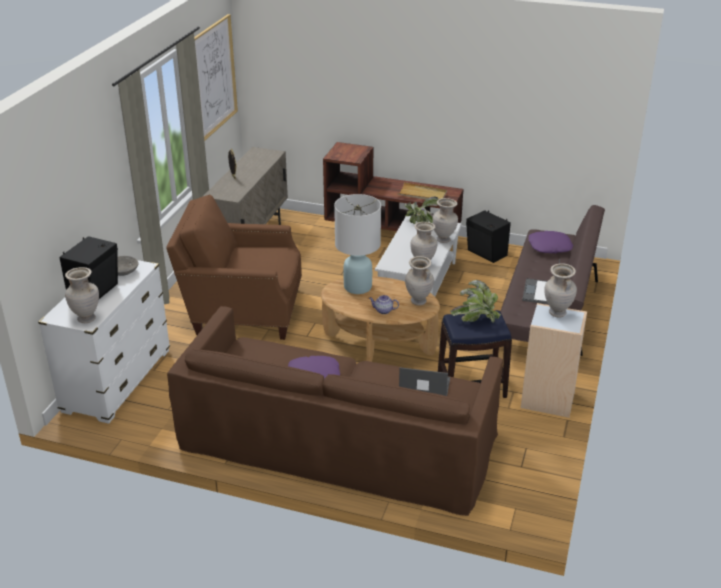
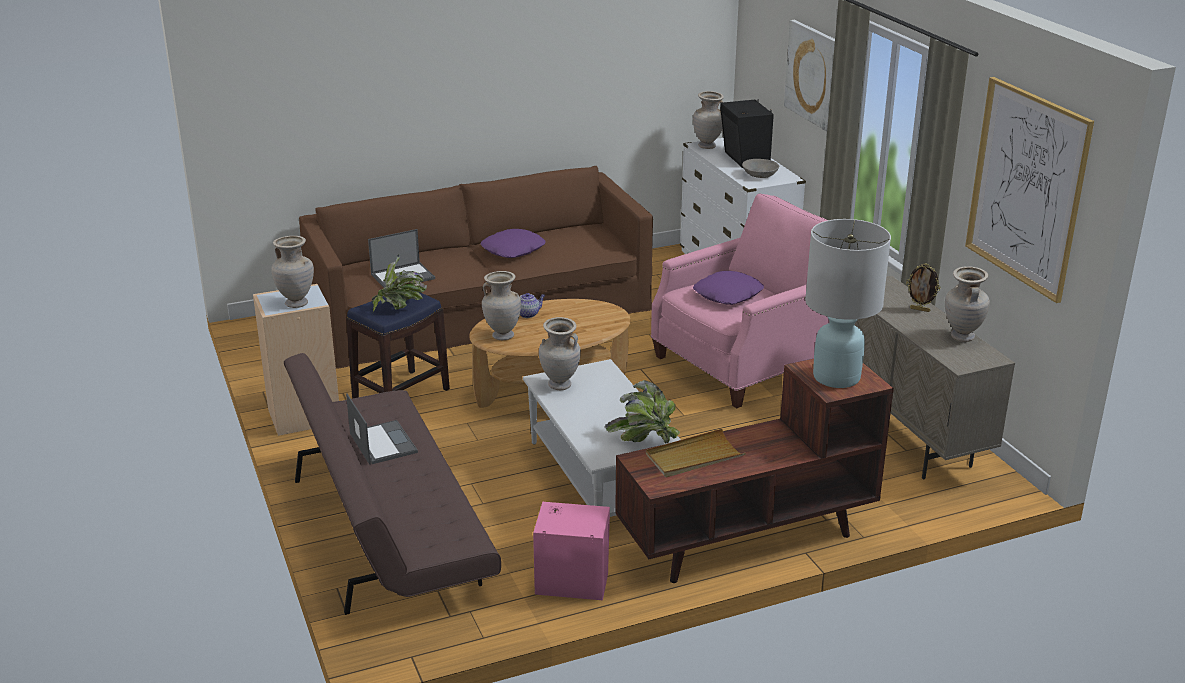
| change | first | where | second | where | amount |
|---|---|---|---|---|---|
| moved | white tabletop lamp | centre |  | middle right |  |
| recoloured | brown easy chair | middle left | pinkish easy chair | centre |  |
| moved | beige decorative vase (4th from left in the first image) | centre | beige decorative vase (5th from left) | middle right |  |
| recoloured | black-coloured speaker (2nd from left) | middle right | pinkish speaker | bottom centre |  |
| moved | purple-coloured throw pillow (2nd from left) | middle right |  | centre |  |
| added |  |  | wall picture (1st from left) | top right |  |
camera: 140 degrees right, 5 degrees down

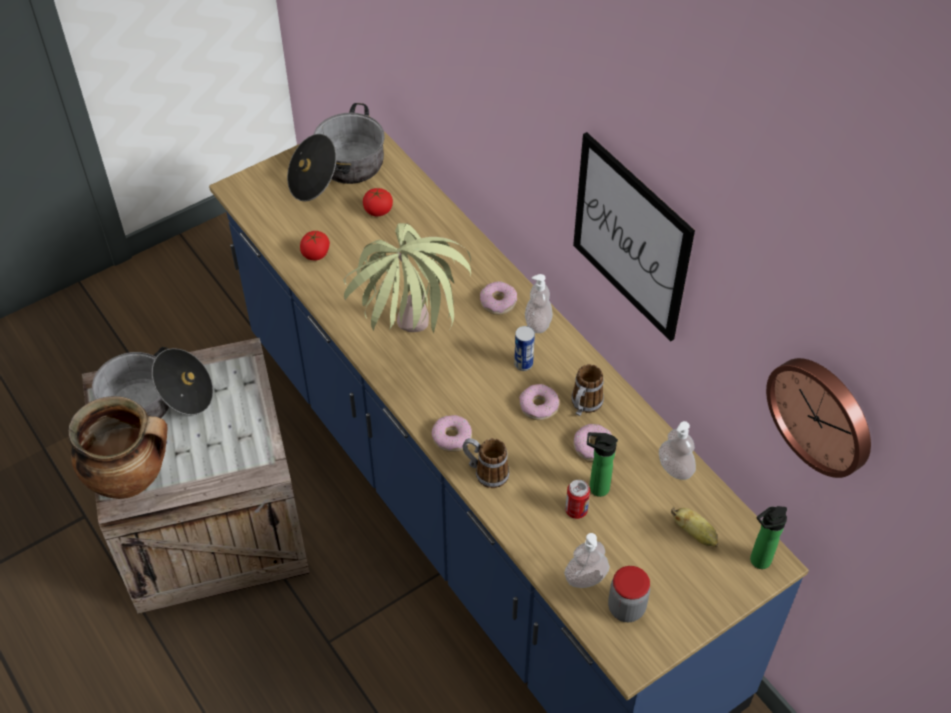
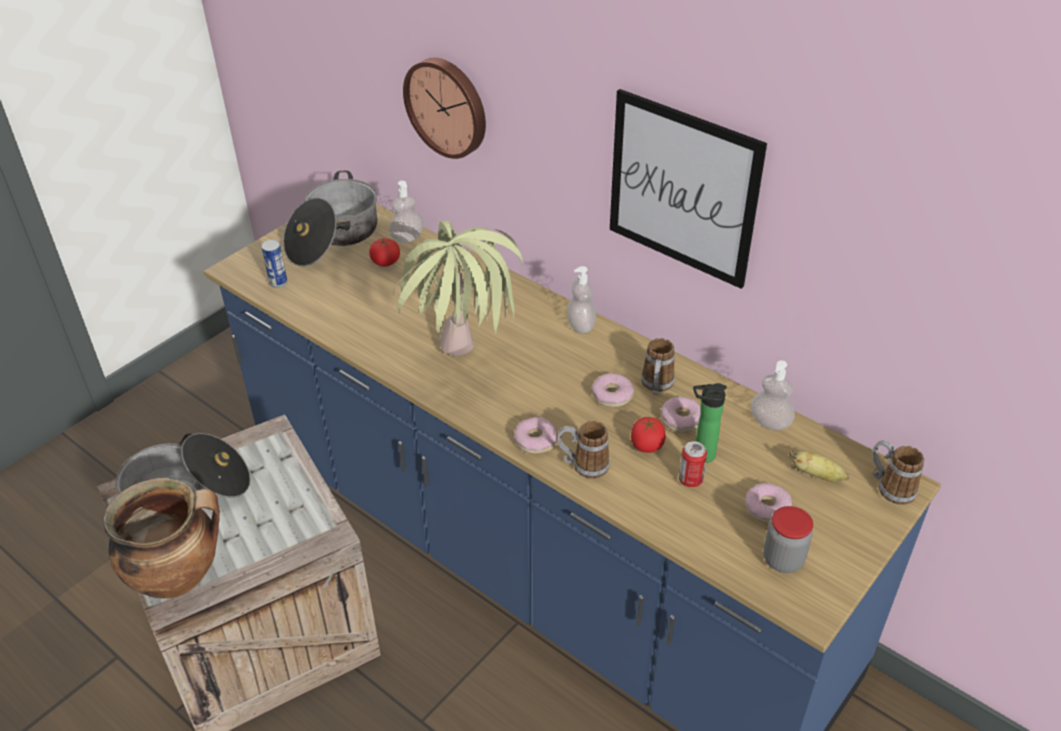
| change | first | where | second | where | amount |
|---|---|---|---|---|---|
| moved | tomato (1st from left in the first image) | middle left | tomato (2nd from left) | centre |  |
| moved | doughnut (2nd from left in the first image) | centre | doughnut (4th from left) | bottom right |  |
| moved | sealed can (1st from left) | centre |  | middle left |  |
| moved | clock on the wall | middle right |  | top centre |  |
| replaced | bottle (2nd from left) | bottom right | coffee mug (3rd from left) | middle right |  |
| moved | soap bottle (2nd from left in the first image) | bottom centre | soap bottle (1st from left) | top centre |  |
camera: 15 degrees left, 10 degrees down

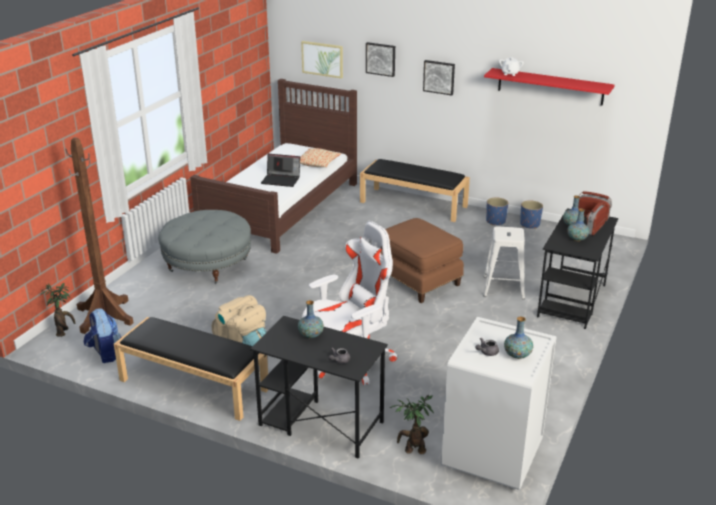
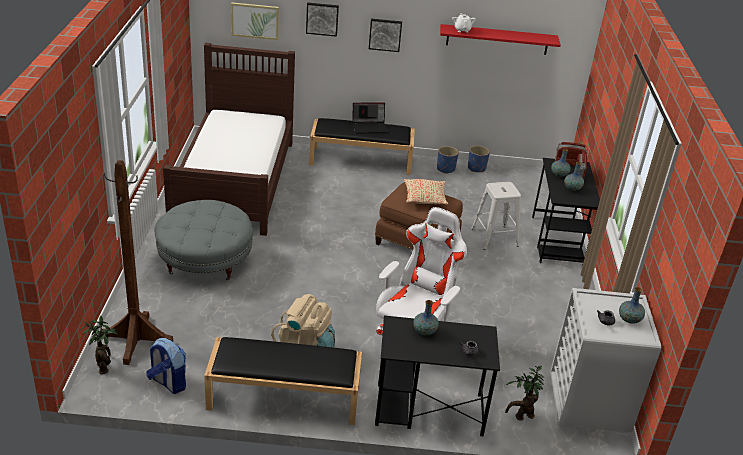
| change | first | where | second | where | amount |
|---|---|---|---|---|---|
| moved | beige throw pillow | top centre |  | centre |  |
| moved | notebook computer | centre |  | top centre |  |
camera: 25 degrees left, 5 degrees up

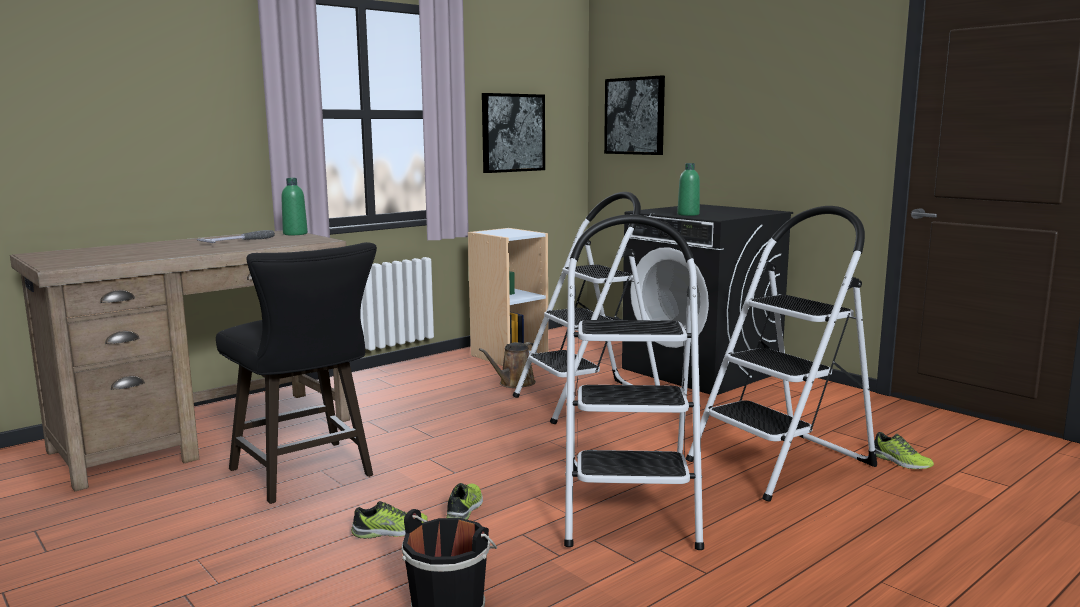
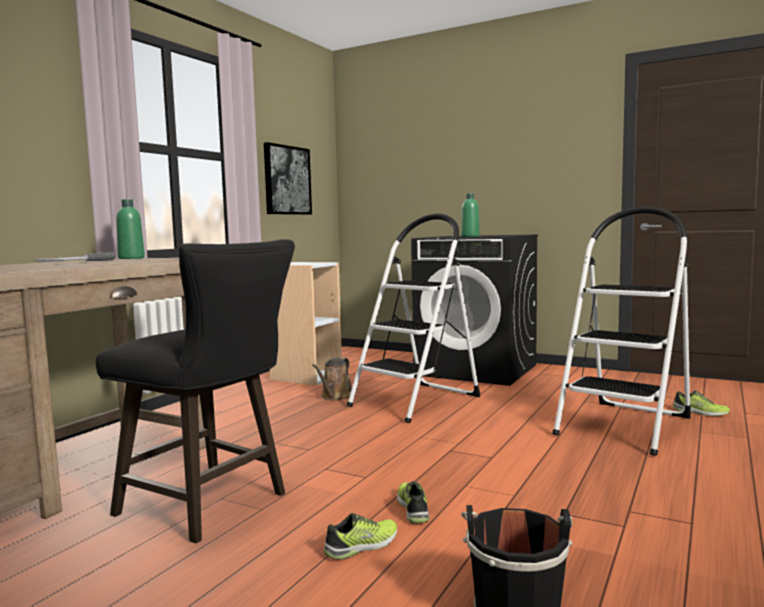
| change | first | where | second | where | amount |
|---|---|---|---|---|---|
| removed | wall picture (2nd from left) | top centre |  |  |  |
| removed | stepladder (2nd from left) | centre |  |  |  |
camera: 20 degrees left, 5 degrees down

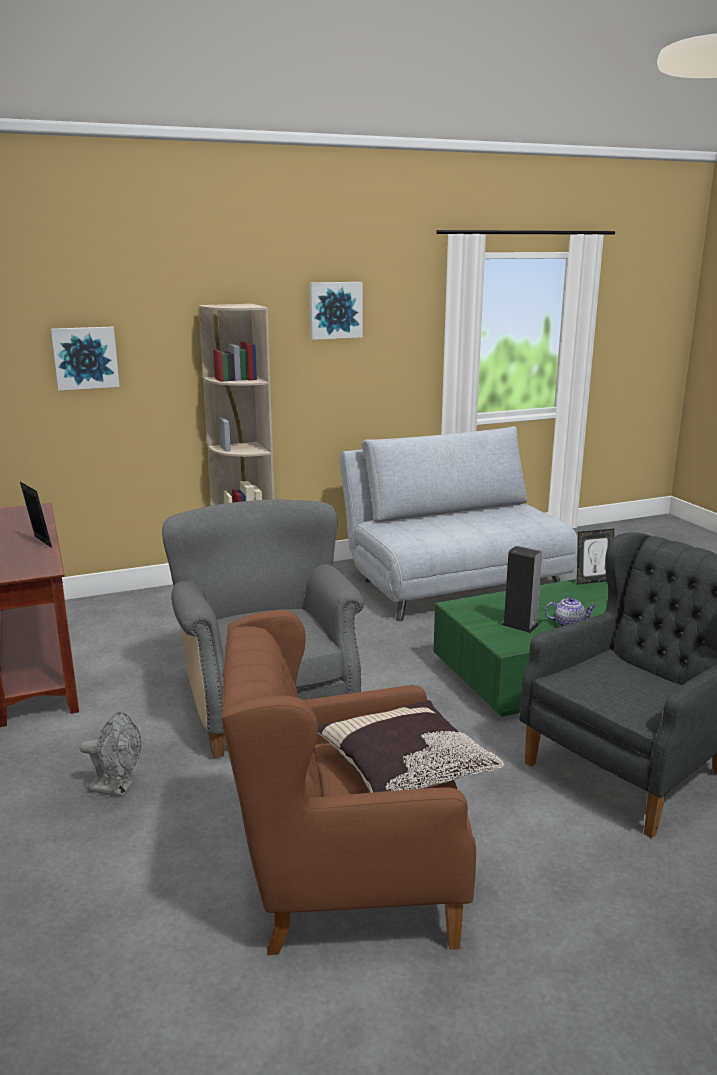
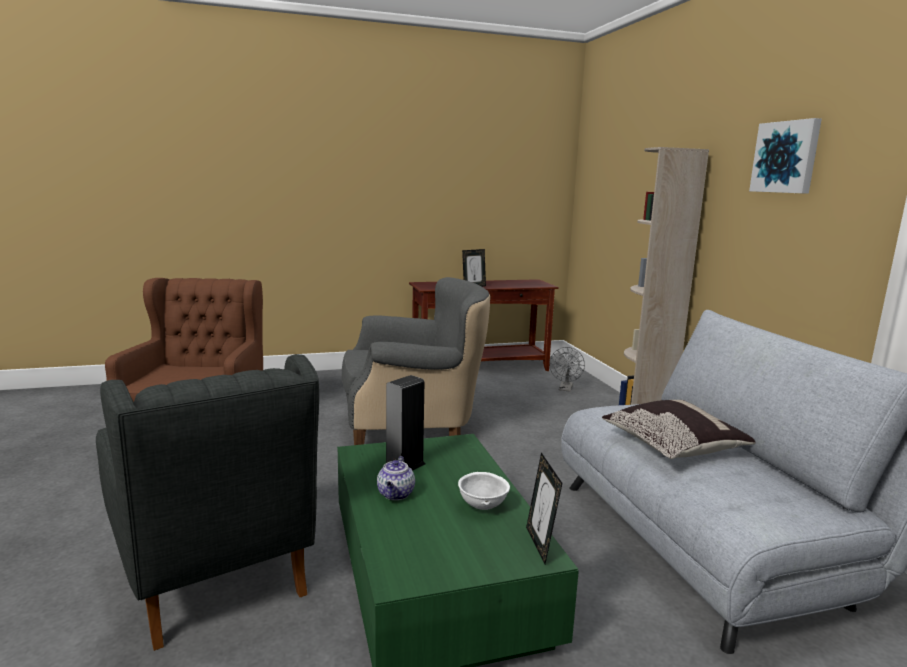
| change | first | where | second | where | amount |
|---|---|---|---|---|---|
| removed | wall picture (1st from left) | middle left |  |  |  |
| moved | throw pillow | bottom centre |  | middle right |  |
| moved | greyish electric fan | bottom left |  | centre |  |
| added |  |  | white bowl | bottom centre |  |
camera: 95 degrees right, 5 degrees down

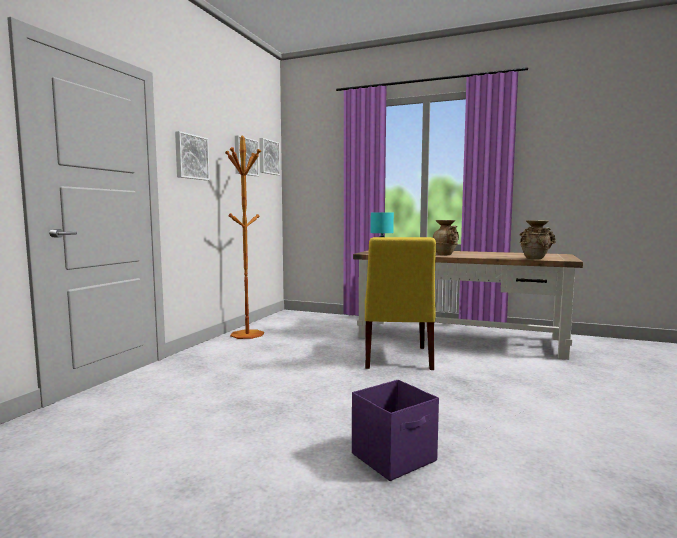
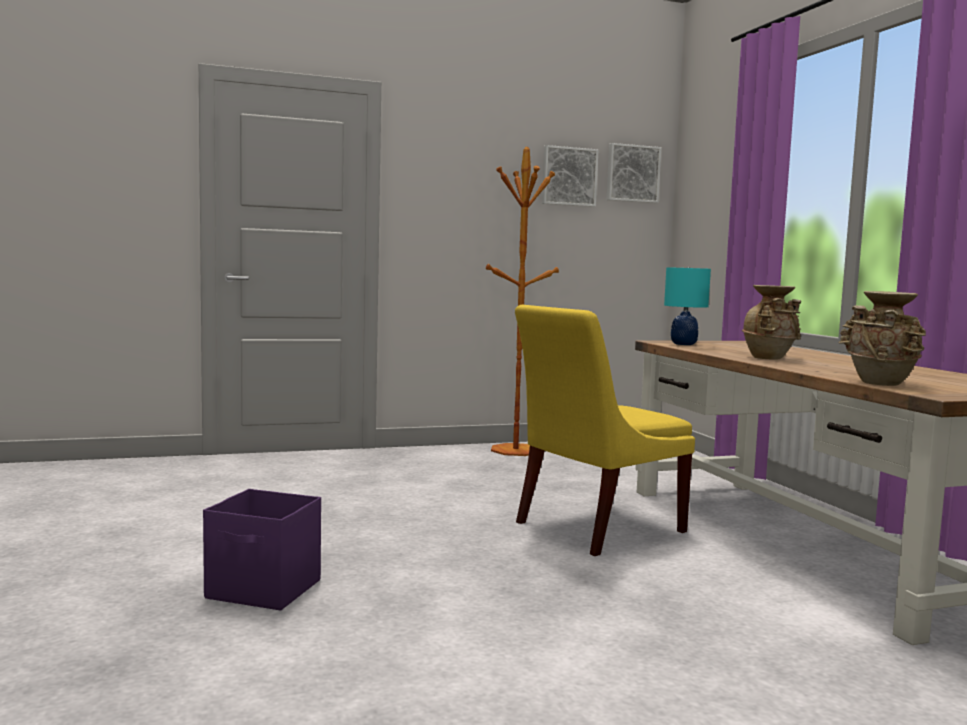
| change | first | where | second | where | amount |
|---|---|---|---|---|---|
| removed | wall picture (1st from left) | top left |  |  |  |
camera: 50 degrees right, 0 degrees up

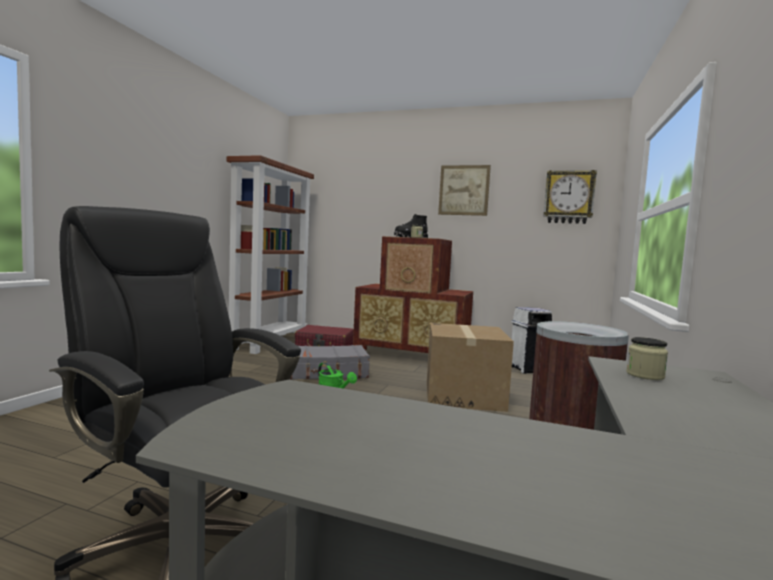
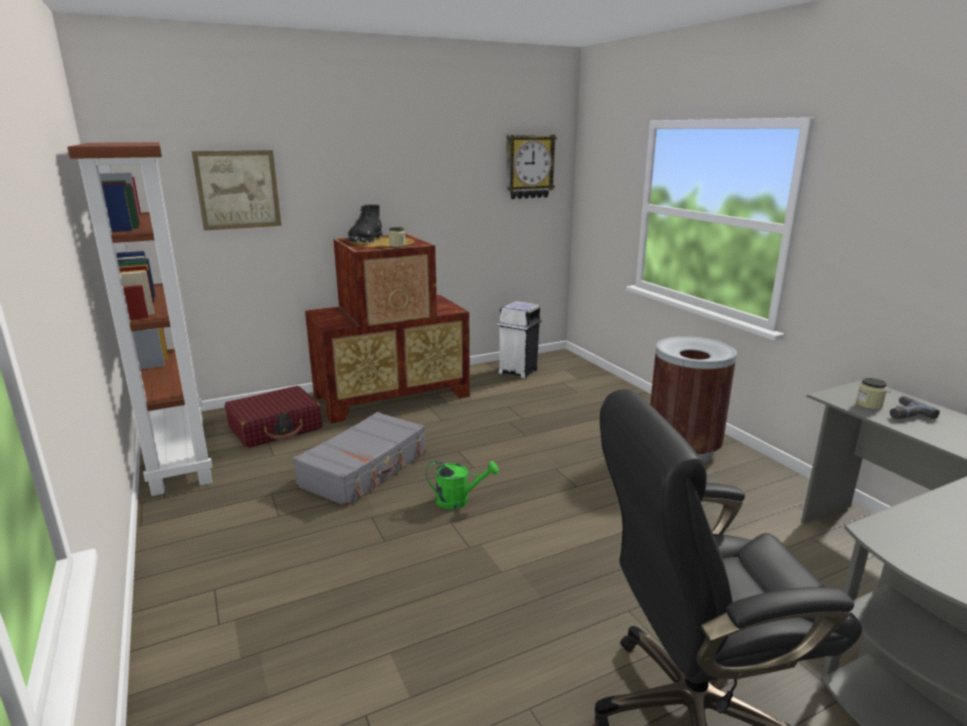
| change | first | where | second | where | amount |
|---|---|---|---|---|---|
| moved | wall picture | top centre |  | top left |  |
| removed | cardboard box | centre |  |  |  |
| added |  |  | drill | middle right |  |
camera: 45 degrees left, 15 degrees up

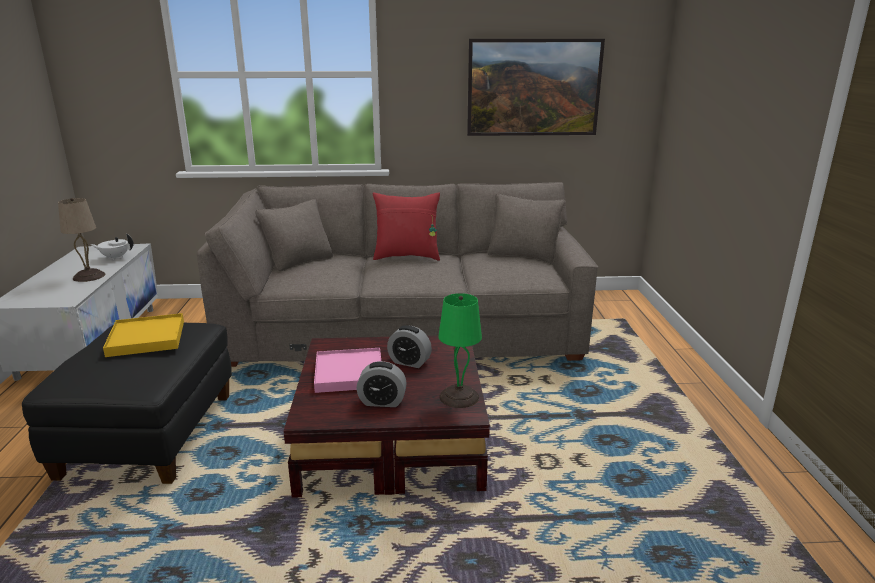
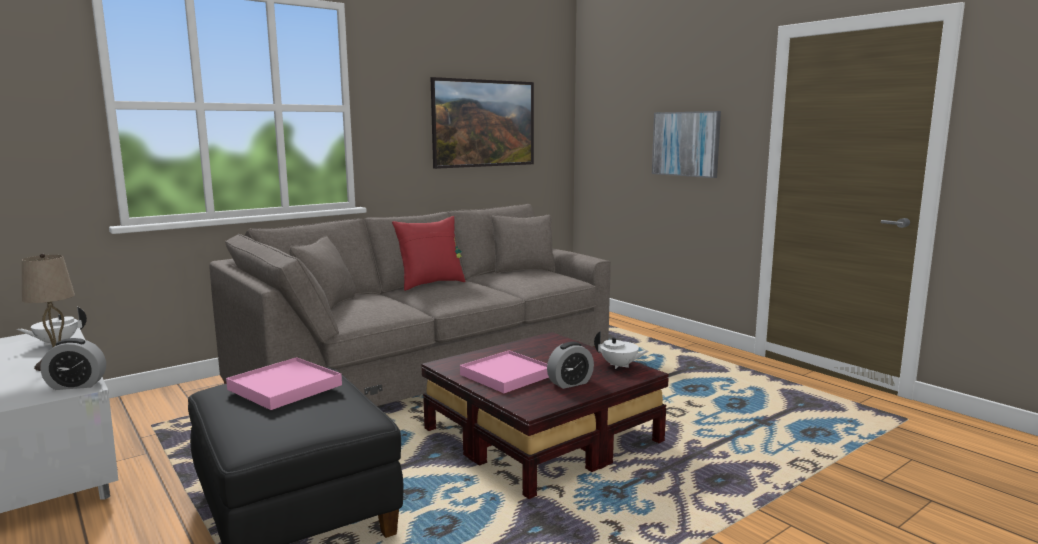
| change | first | where | second | where | amount |
|---|---|---|---|---|---|
| replaced | green tabletop lamp | centre | white tea pot (2nd from left) | centre |  |
| recoloured | yellow-coloured carrying tray | middle left | pinkish carrying tray (1st from left) | bottom left |  |
| moved | table clock (2nd from left in the first image) | centre | table clock (1st from left) | bottom left |  |
| added |  |  | wall picture (2nd from left) | top centre |  |
camera: 35 degrees left, 10 degrees down

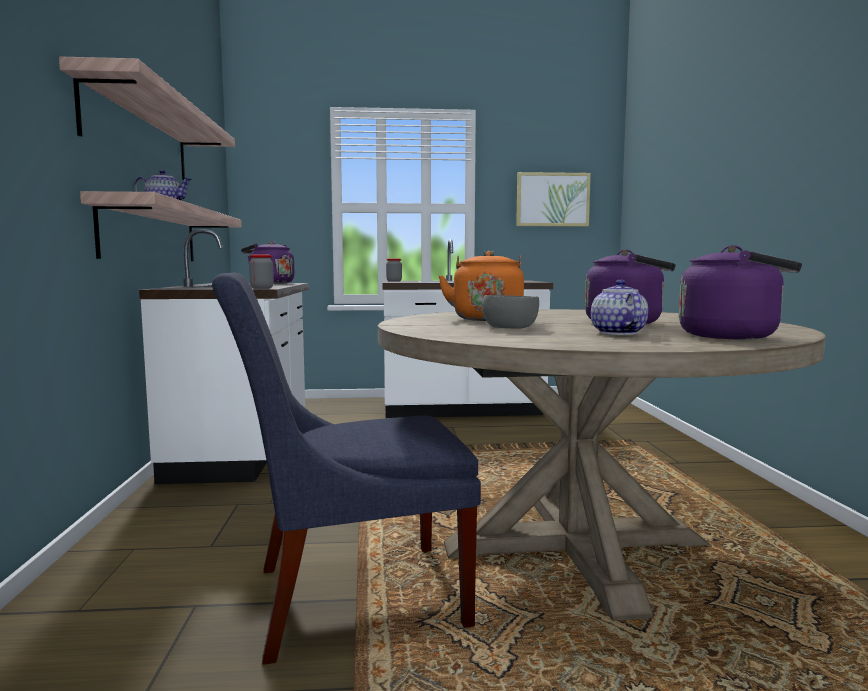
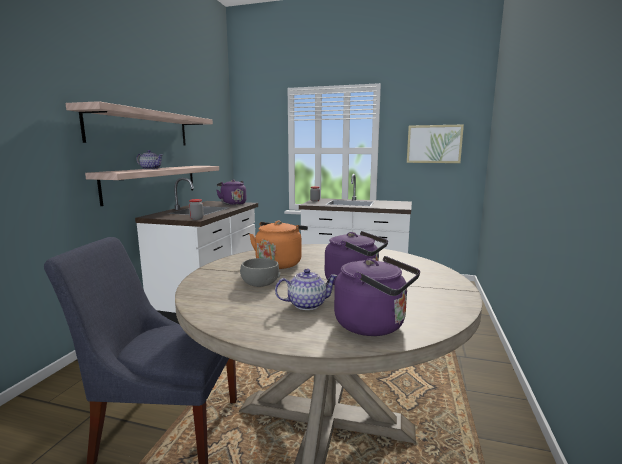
| change | first | where | second | where | amount |
|---|---|---|---|---|---|
| turned | tea pot (2nd from left) | middle right |  | centre | 60 degrees clockwise |
camera: 20 degrees right, 5 degrees up

